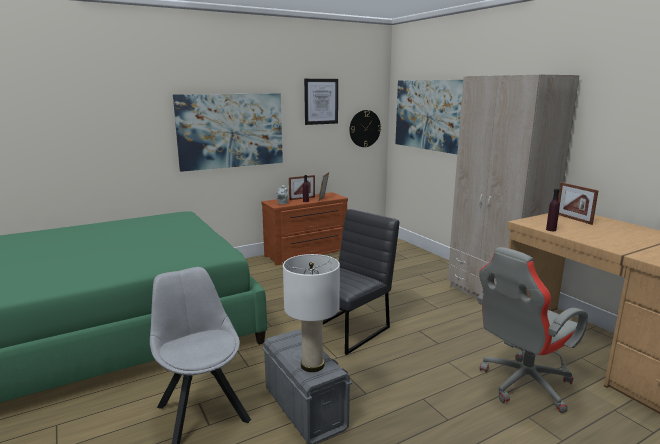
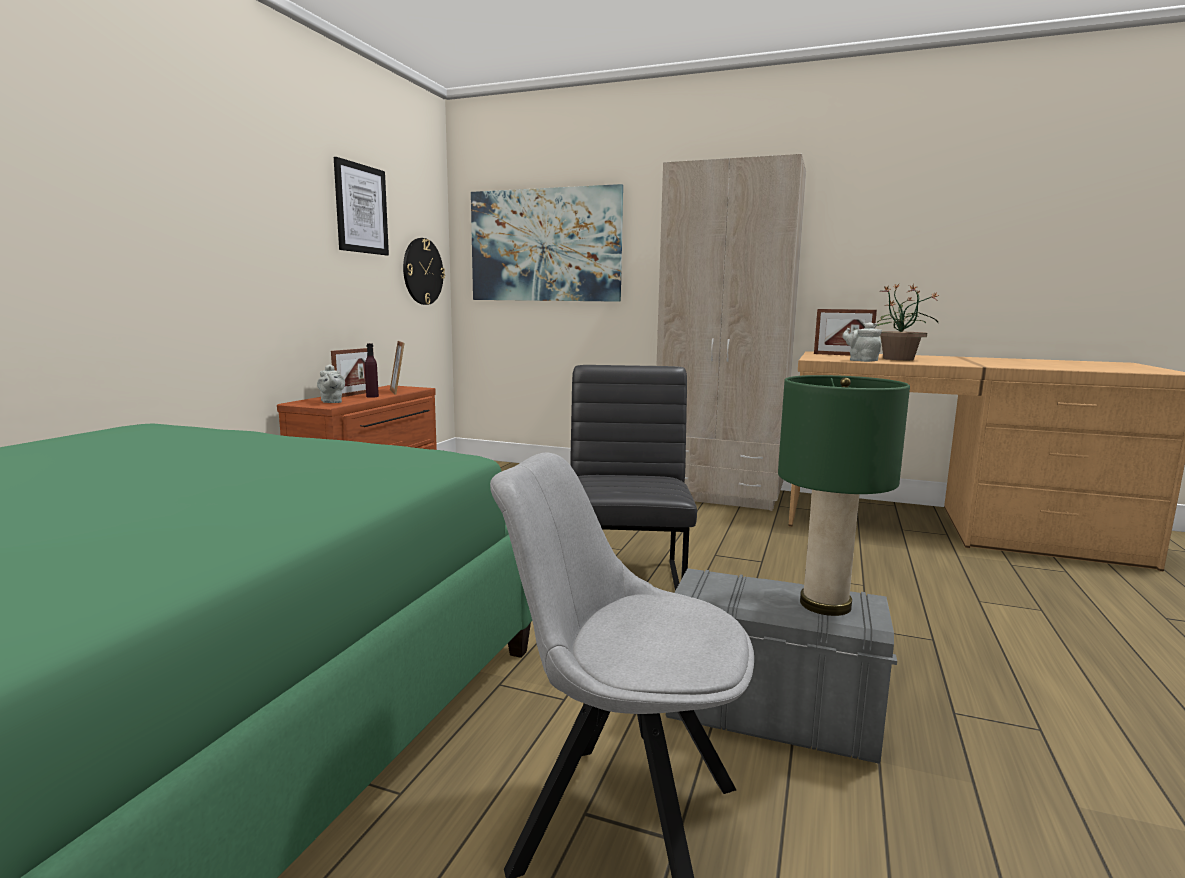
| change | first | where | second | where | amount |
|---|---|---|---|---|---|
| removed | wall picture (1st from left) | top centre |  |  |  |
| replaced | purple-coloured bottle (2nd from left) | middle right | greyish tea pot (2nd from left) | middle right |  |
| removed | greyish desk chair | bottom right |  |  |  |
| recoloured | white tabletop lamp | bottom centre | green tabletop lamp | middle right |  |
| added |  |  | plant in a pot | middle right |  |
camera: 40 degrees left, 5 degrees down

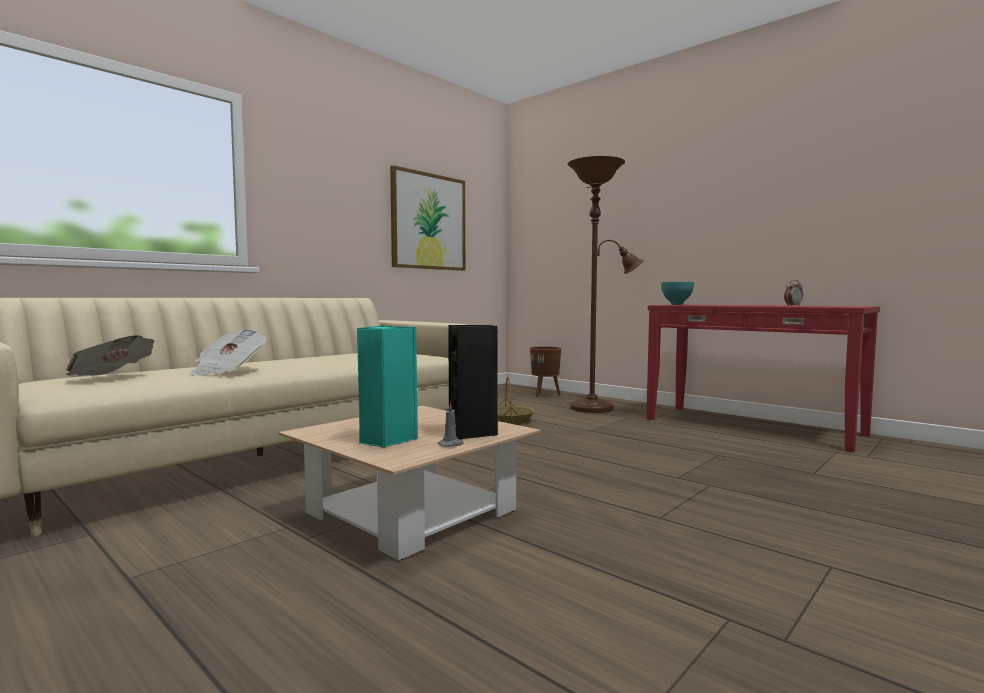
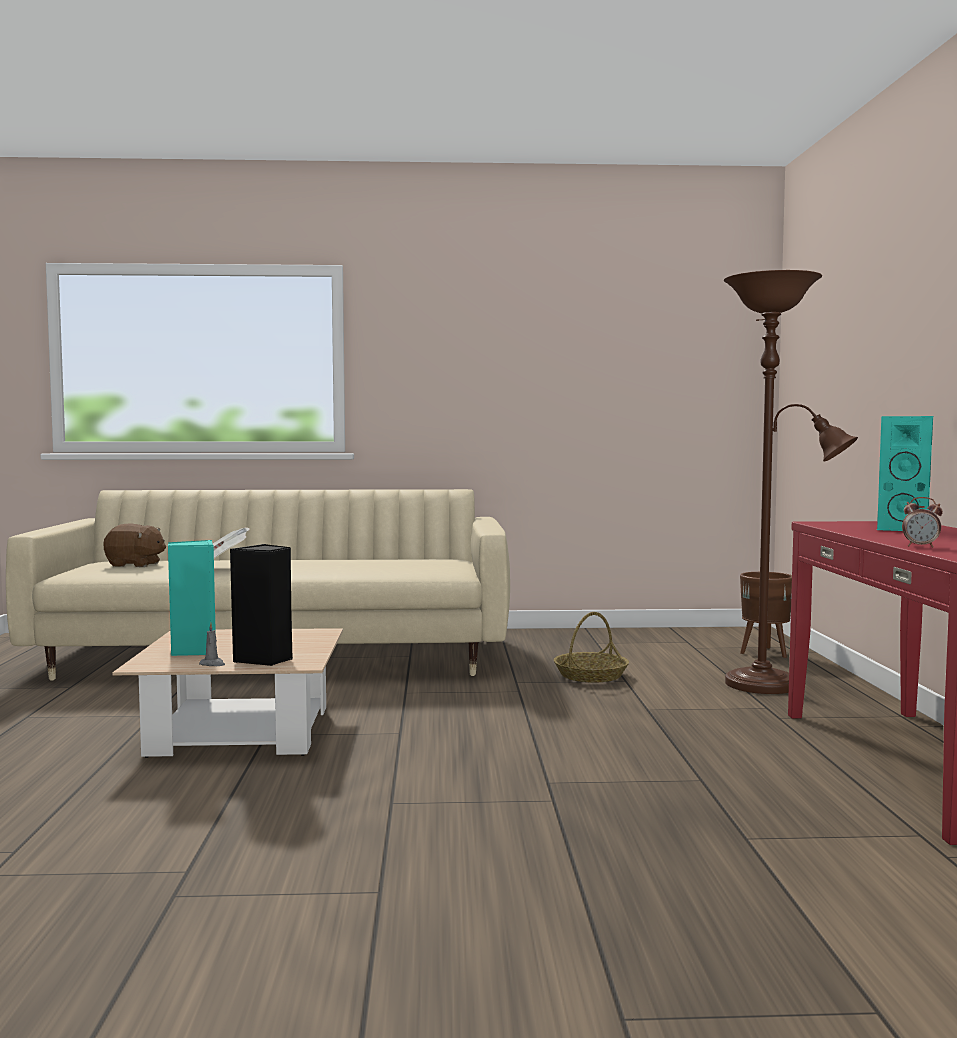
| change | first | where | second | where | amount |
|---|---|---|---|---|---|
| removed | wall picture | top centre |  |  |  |
| removed | blue-green bowl | middle right |  |  |  |
| replaced | printed paper (1st from left) | middle left | brown cuddly toy | middle left |  |
| added |  |  | blue-green speaker (2nd from left) | middle right |  |
camera: 45 degrees right, 0 degrees up

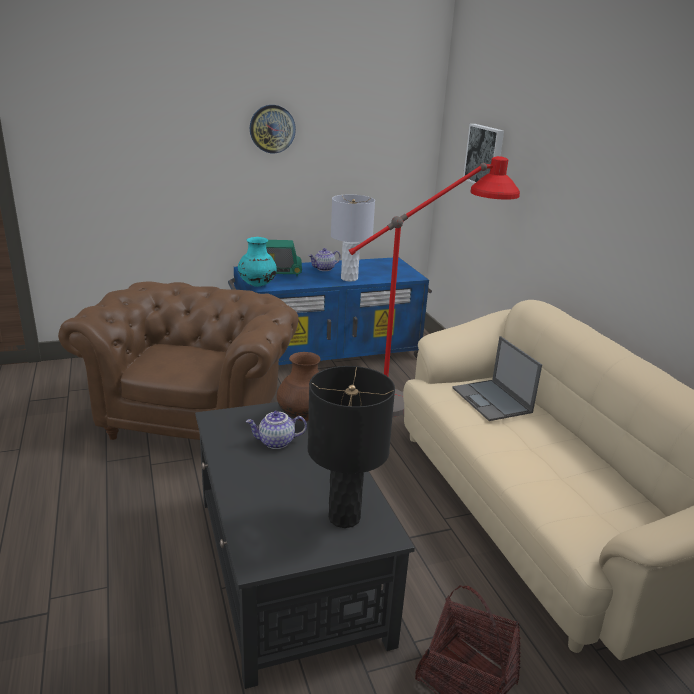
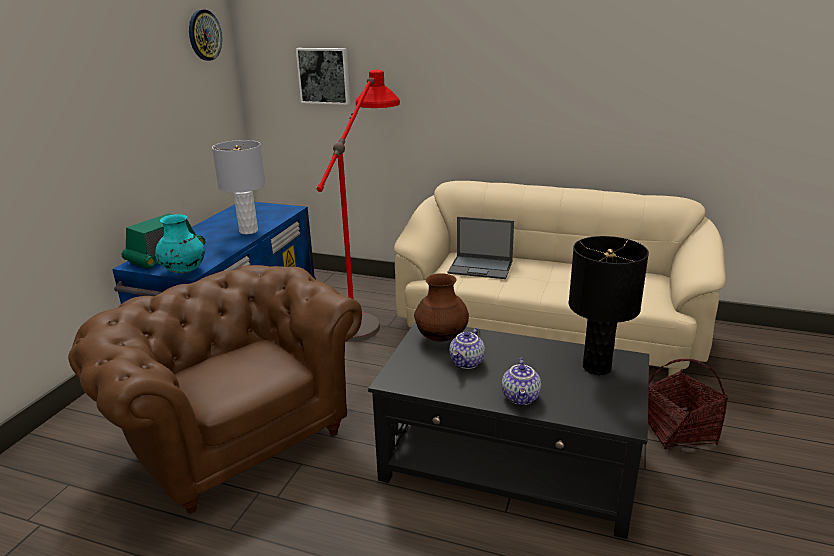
| change | first | where | second | where | amount |
|---|---|---|---|---|---|
| moved | clock on the wall | top centre |  | top left |  |
| moved | tea pot (2nd from left) | centre |  | bottom centre |  |
camera: 50 degrees left, 0 degrees up

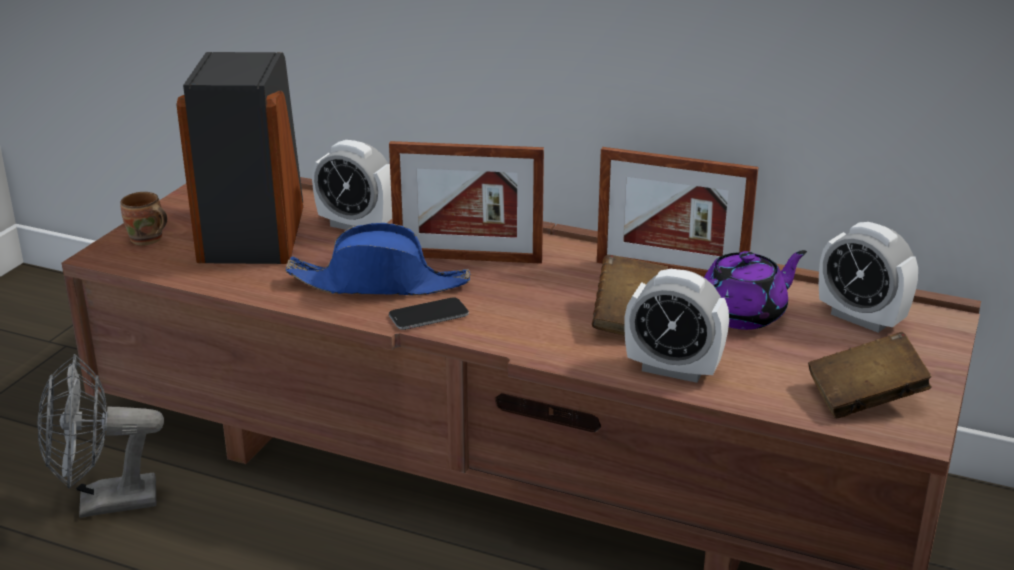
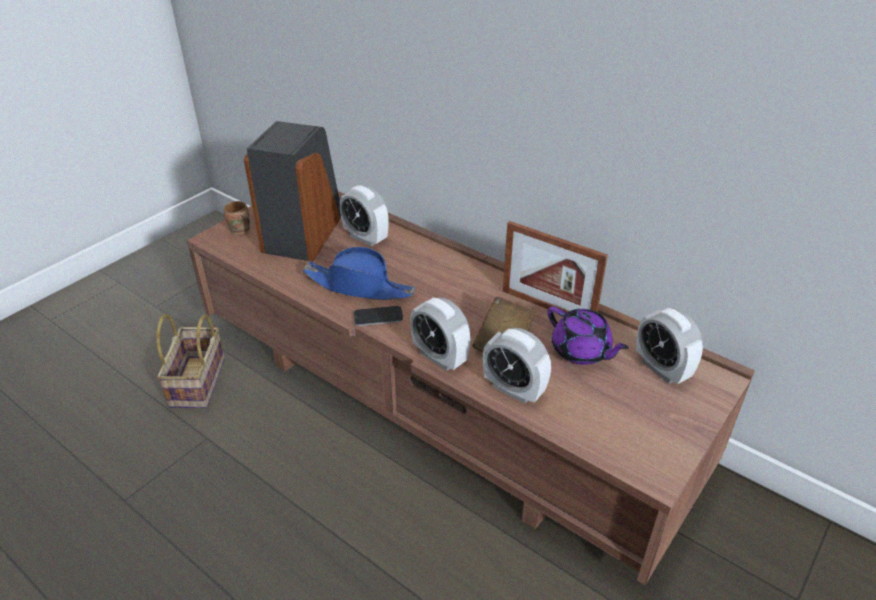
| change | first | where | second | where | amount |
|---|---|---|---|---|---|
| removed | standing frame (1st from left) | centre |  |  |  |
| turned | purple-coloured tea pot | middle right |  | middle right | 60 degrees clockwise |
| removed | brown book (2nd from left) | middle right |  |  |  |
| replaced | greyish electric fan | bottom left | basket | middle left |  |
| added |  |  | table clock (2nd from left) | centre |  |
camera: 15 degrees right, 10 degrees up

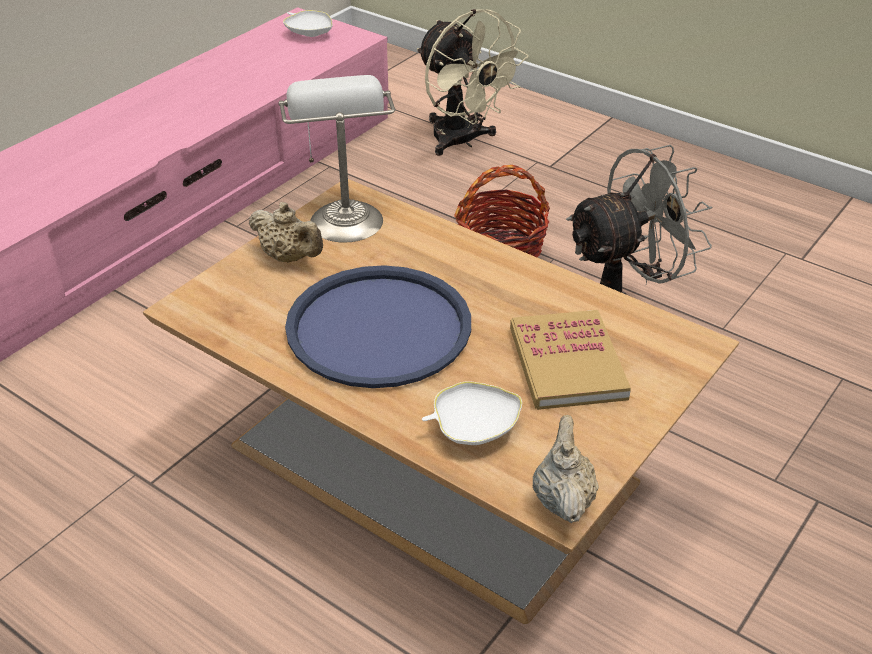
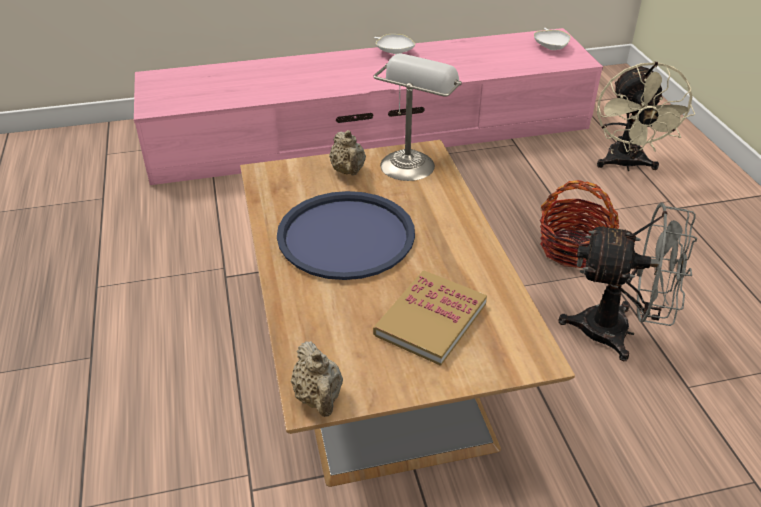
| change | first | where | second | where | amount |
|---|---|---|---|---|---|
| moved | white bowl (2nd from left in the first image) | centre | white bowl (1st from left) | top centre |  |
| turned | beige tea pot (2nd from left in the first image) | bottom centre | beige tea pot (1st from left) | bottom centre | 120 degrees clockwise |
camera: 40 degrees right, 0 degrees up

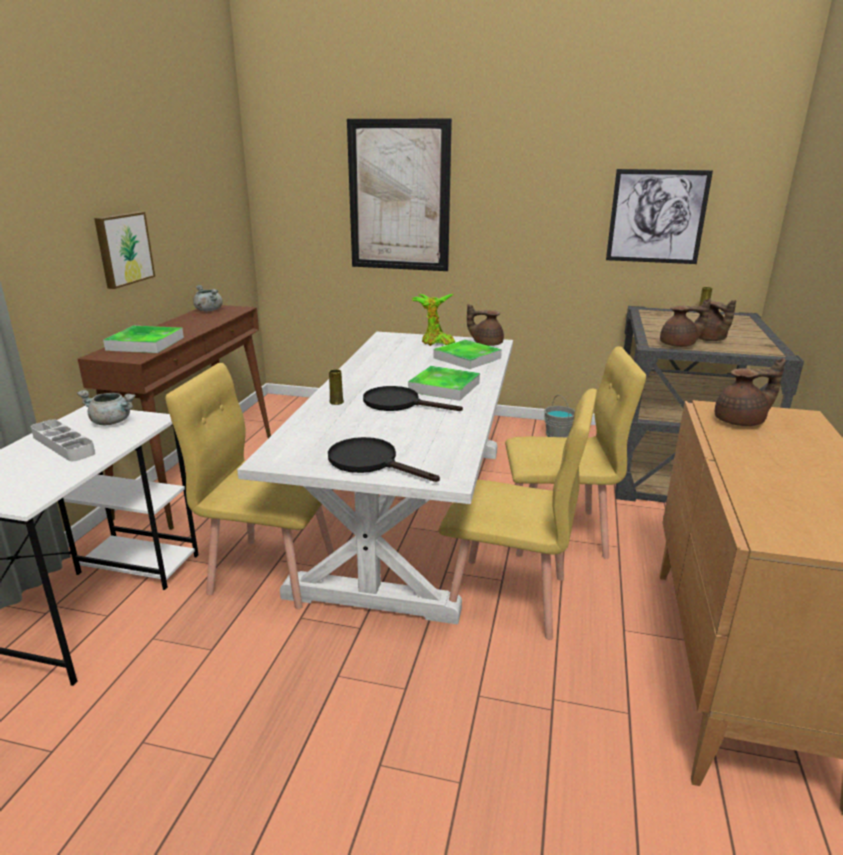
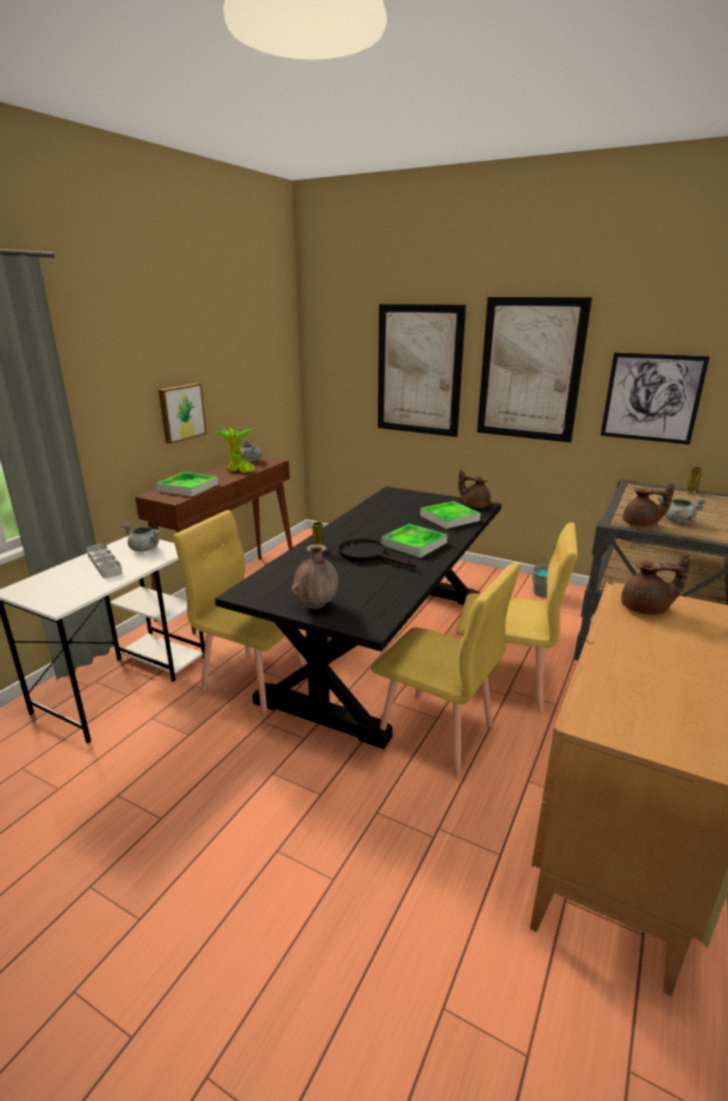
| change | first | where | second | where | amount |
|---|---|---|---|---|---|
| moved | plant in a pot | centre |  | middle left |  |
| replaced | brown tea pot (3rd from left) | middle right | greyish stockpot (3rd from left) | middle right |  |
| recoloured | white dinner table | centre | black-coloured dinner table | centre |  |
| replaced | black-coloured pan (1st from left) | centre | brown decorative vase | centre |  |
| added |  |  | wall picture (3rd from left) | middle right |  |
camera: 15 degrees right, 0 degrees up

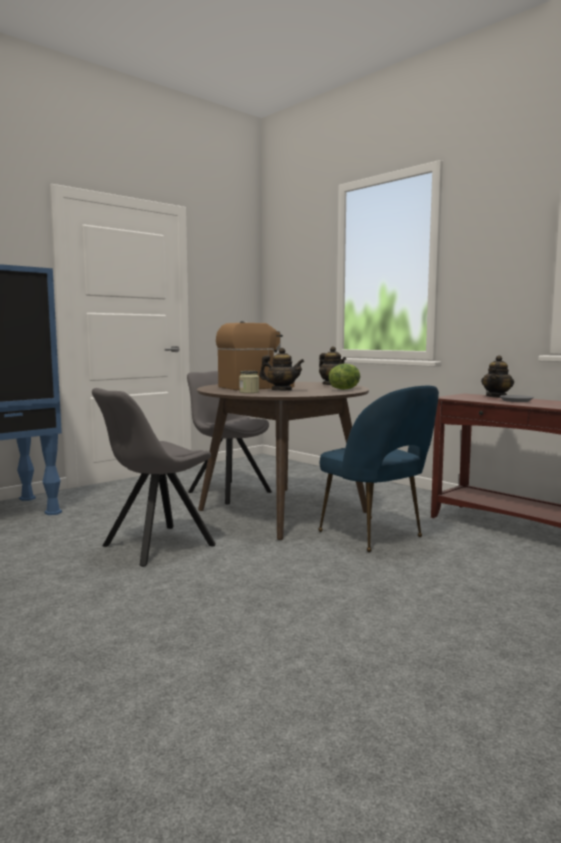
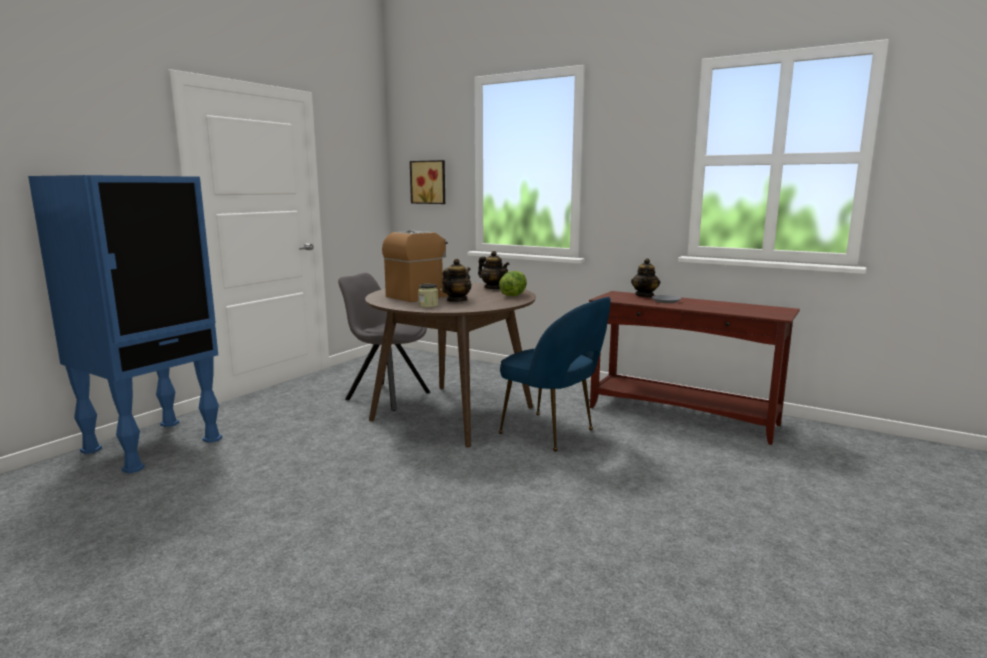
| change | first | where | second | where | amount |
|---|---|---|---|---|---|
| turned | tea pot (1st from left) | centre |  | centre | 60 degrees counterclockwise |
| removed | greyish plain chair (1st from left) | middle left |  |  |  |
| added |  |  | wall picture | top centre |  |
camera: 15 degrees left, 5 degrees up

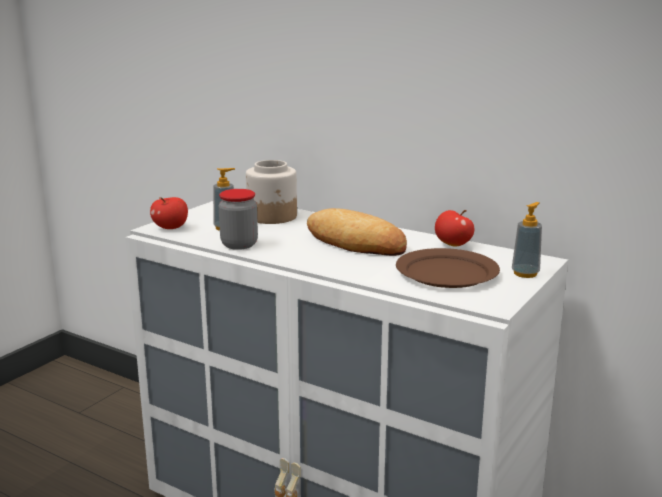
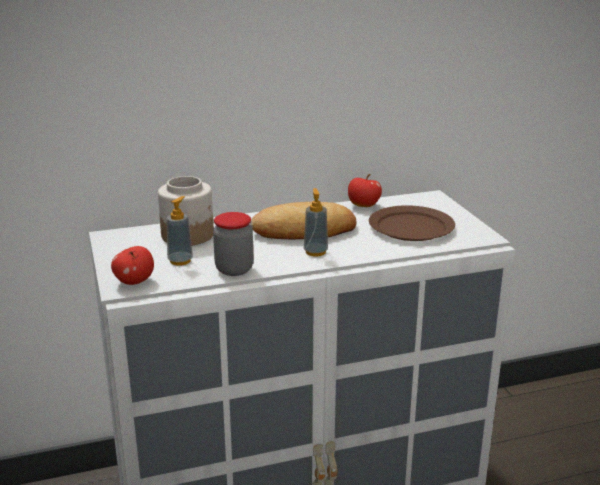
| change | first | where | second | where | amount |
|---|---|---|---|---|---|
| moved | soap bottle (2nd from left) | middle right |  | centre |  |
camera: 50 degrees left, 5 degrees up

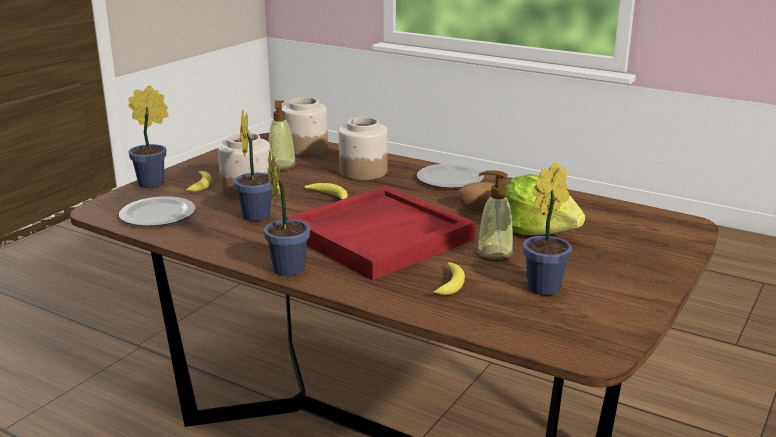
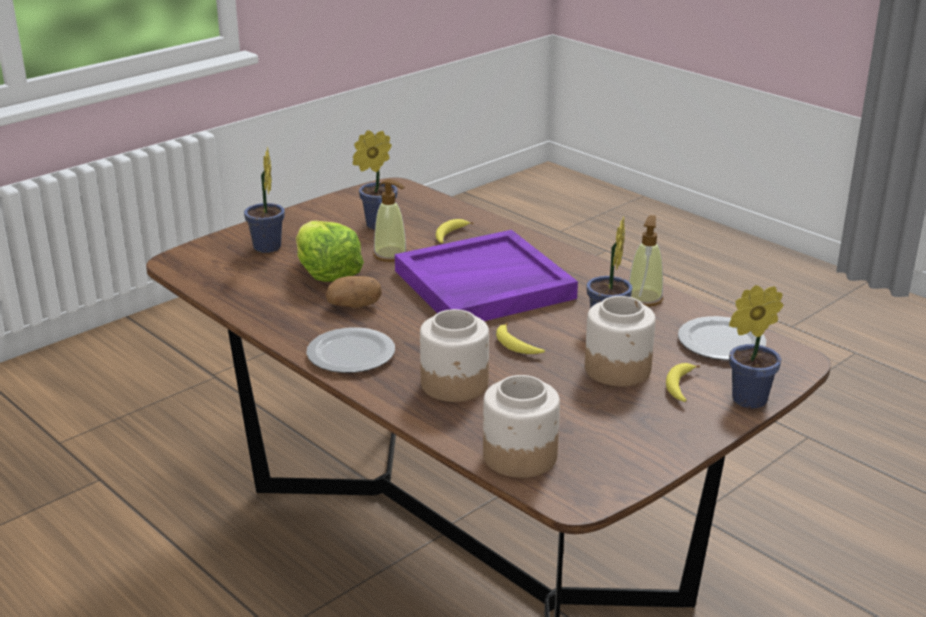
| change | first | where | second | where | amount |
|---|---|---|---|---|---|
| moved | soap bottle (1st from left in the first image) | top centre | soap bottle (2nd from left) | middle right |  |
| moved | plant in a pot (3rd from left in the first image) | centre | plant in a pot (1st from left) | top left |  |
| recoloured | red-coloured carrying tray | centre | purple-coloured carrying tray | centre |  |
camera: 165 degrees left, 5 degrees up

